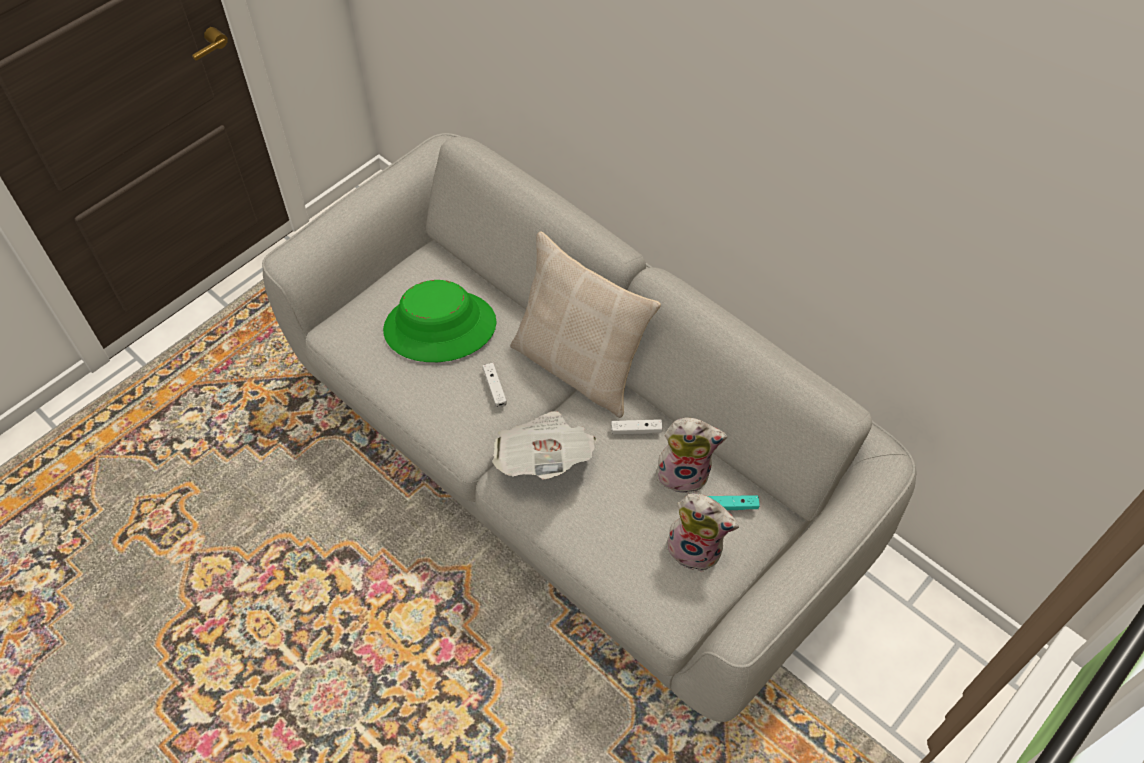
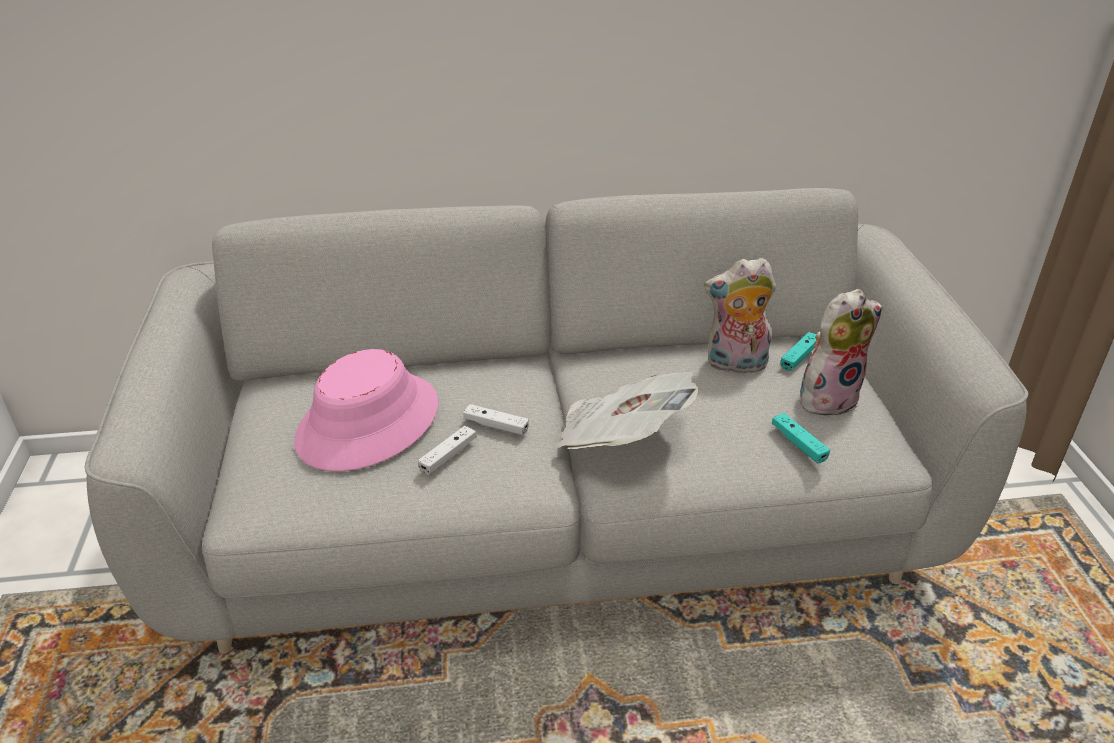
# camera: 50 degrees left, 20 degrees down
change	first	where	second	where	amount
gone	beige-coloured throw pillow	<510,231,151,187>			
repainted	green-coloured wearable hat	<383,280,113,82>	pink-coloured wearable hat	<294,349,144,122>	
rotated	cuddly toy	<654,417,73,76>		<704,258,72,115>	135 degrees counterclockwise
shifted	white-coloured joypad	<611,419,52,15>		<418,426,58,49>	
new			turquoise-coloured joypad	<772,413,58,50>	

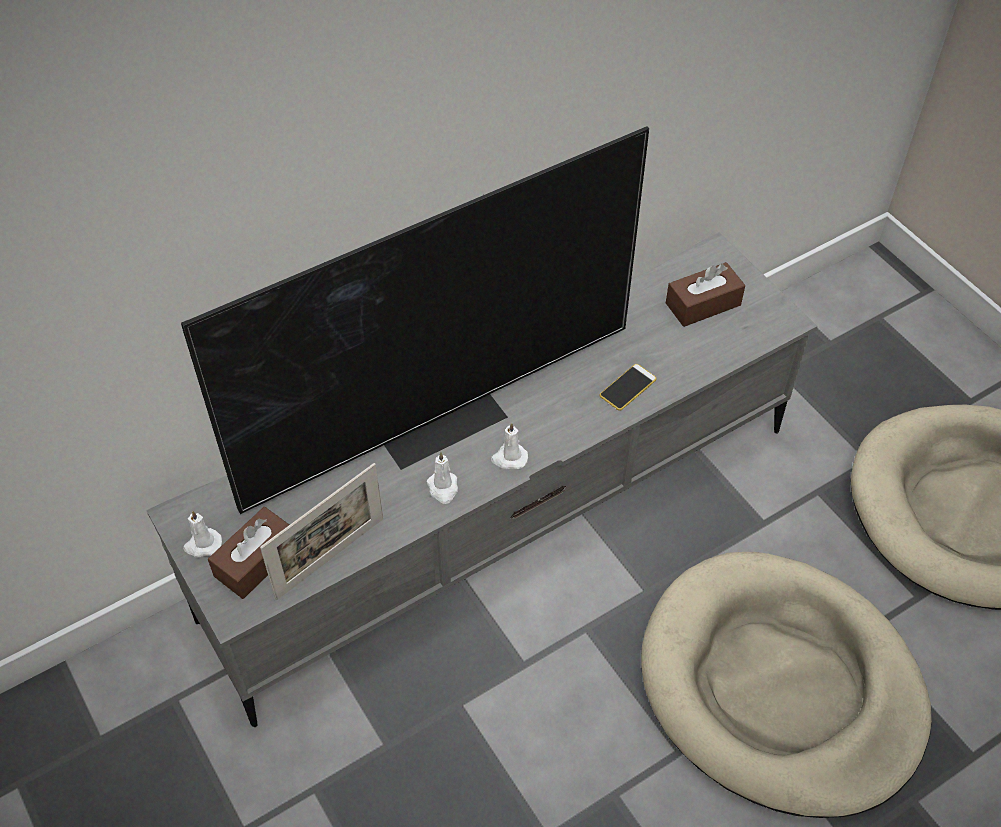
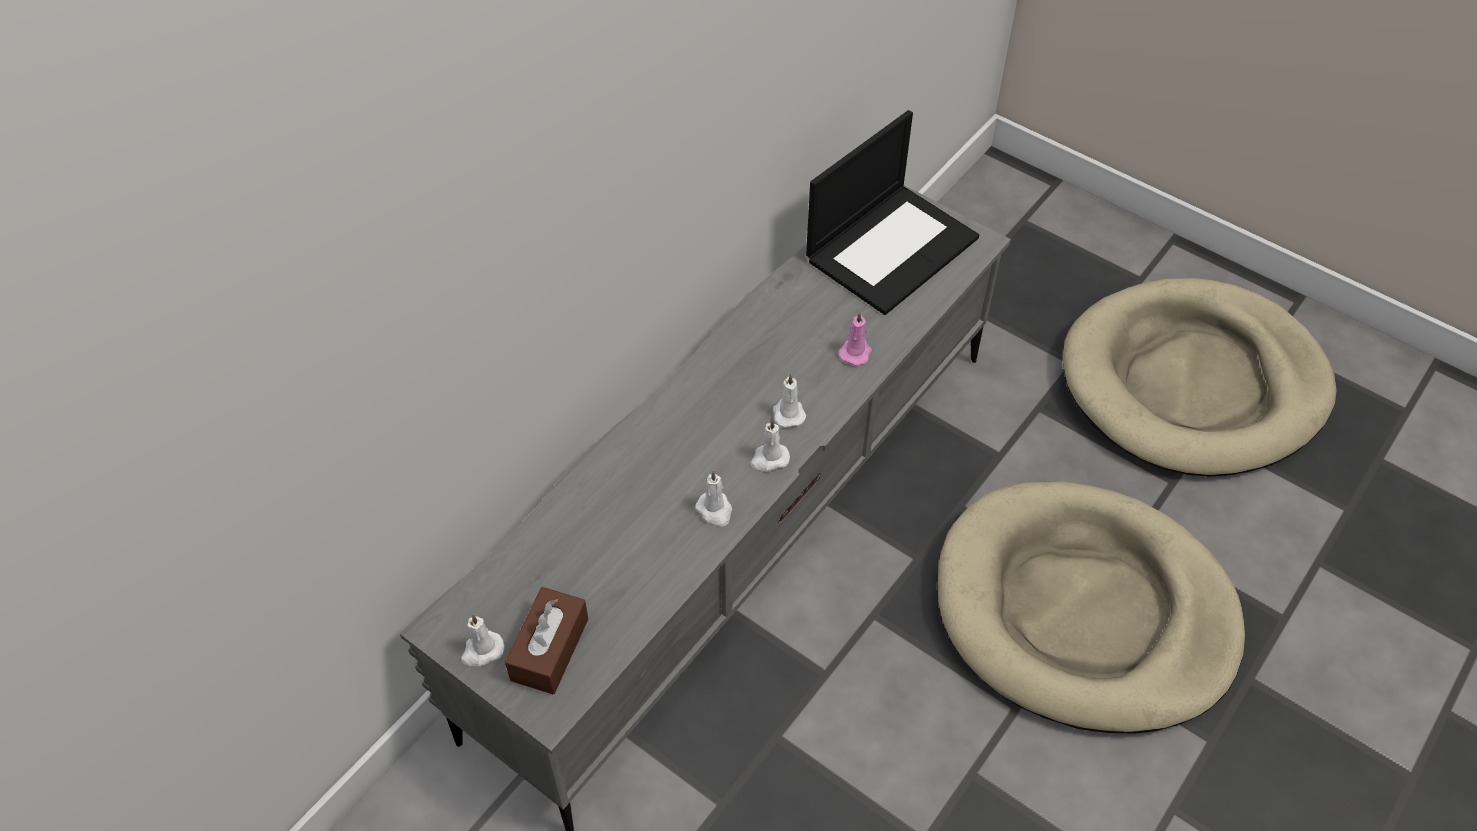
# camera: 20 degrees left, 0 degrees up
change	first	where	second	where	amount
gone	TV	<181,126,468,388>			
swapped	brownish tissue holder	<666,262,79,65>	portable computer	<806,110,173,205>	
swapped	handset	<600,364,57,47>	pink-coloured wax candle	<838,312,34,54>	
gone	standing frame	<260,463,123,137>			
new			white-coloured wax candle	<773,374,34,54>	

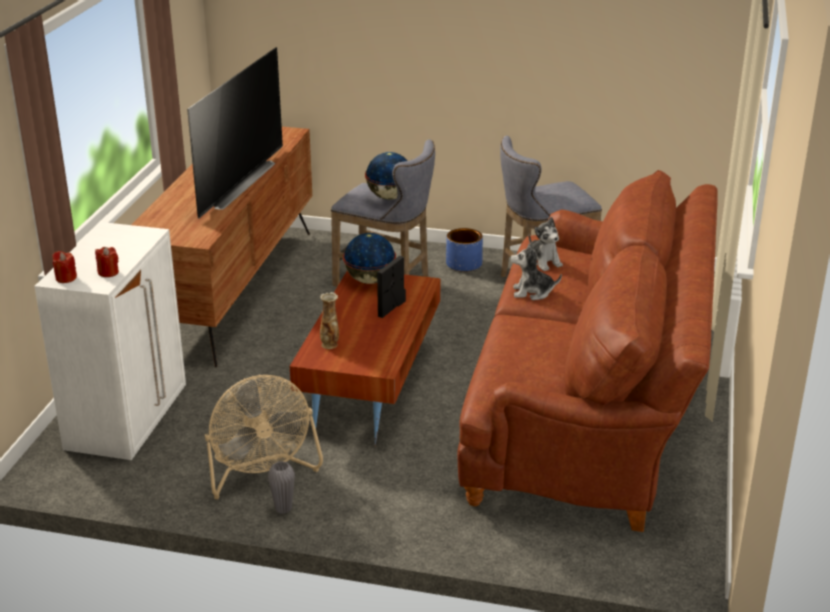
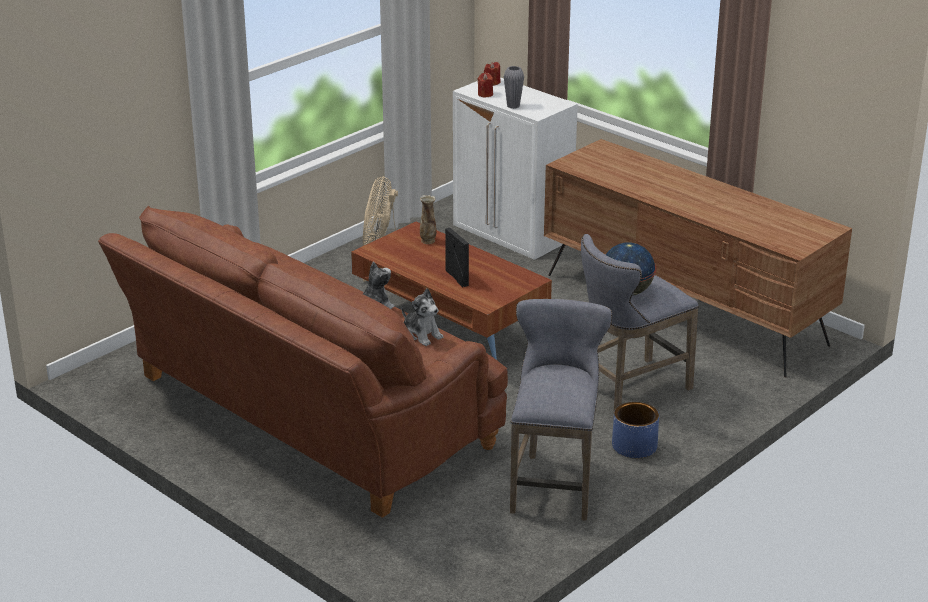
# camera: 120 degrees right, 0 degrees up
change	first	where	second	where	amount
gone	TV	<187,47,96,172>			
rotated	cuddly toy	<529,217,34,54>		<402,288,41,58>	135 degrees counterclockwise
gone	desk globe	<343,233,53,51>			
shifted	grey decorative vase	<268,461,27,53>		<504,66,20,43>	

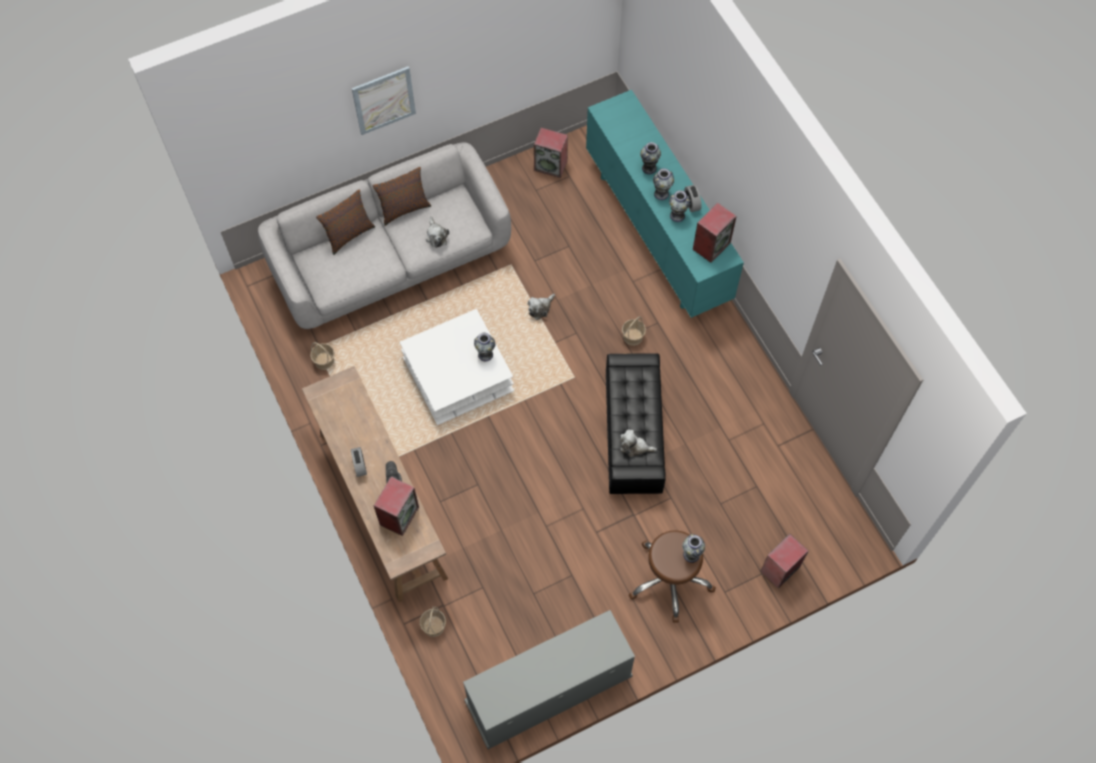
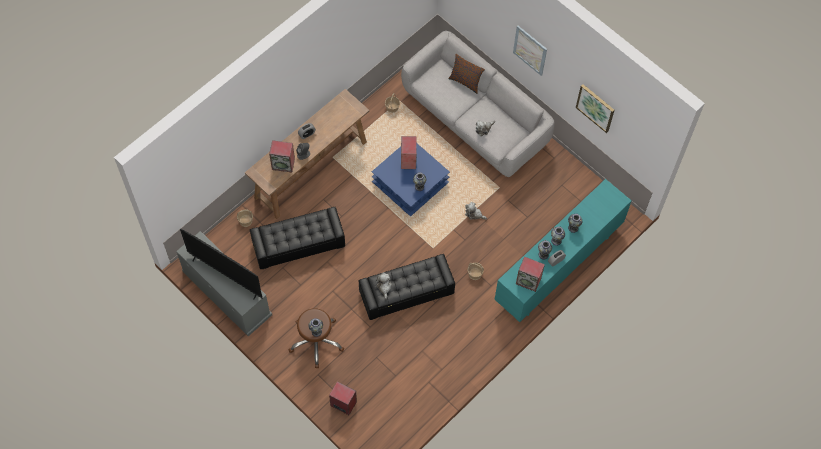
# camera: 70 degrees right, 0 degrees up
change	first	where	second	where	amount
shifted	loudspeaker	<534,128,34,50>		<401,136,16,33>	
gone	brownish throw pillow	<373,167,58,59>			
repainted	white-coloured lounge table	<399,309,115,116>	blue lounge table	<372,144,78,73>	
new			wall art	<576,84,39,49>	
new			blackish footrest	<250,207,95,62>	
new			TV	<180,229,83,71>	

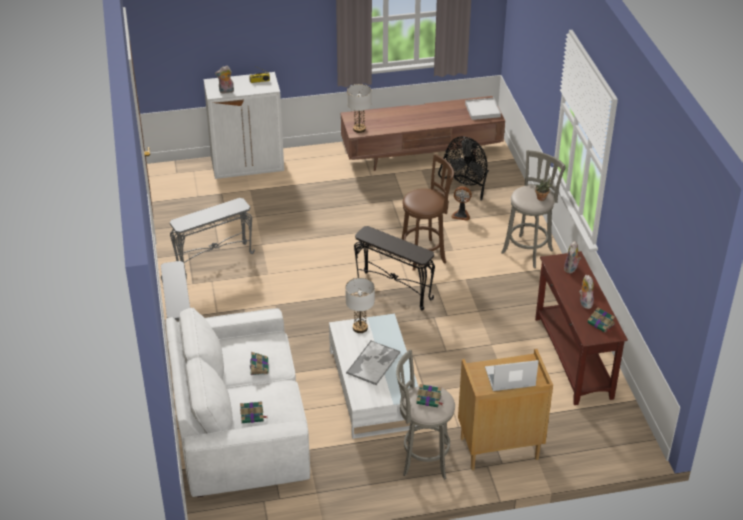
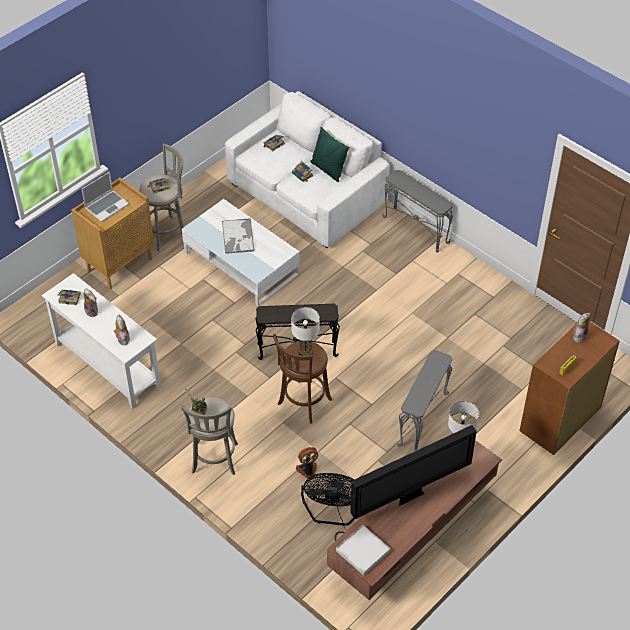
# camera: 145 degrees right, 10 degrees up
change	first	where	second	where	amount
repainted	white-coloured cupboard	<204,72,80,107>	brownish cupboard	<519,322,101,133>	
shifted	grey accent table	<170,198,85,75>		<397,350,55,101>	
repainted	brownish console table	<535,251,93,154>	white-coloured console table	<42,273,119,136>	
shifted	tabletop lamp	<345,278,30,55>		<291,307,29,49>	
new			green-coloured throw pillow	<310,127,39,55>	
new			TV	<350,425,127,94>	

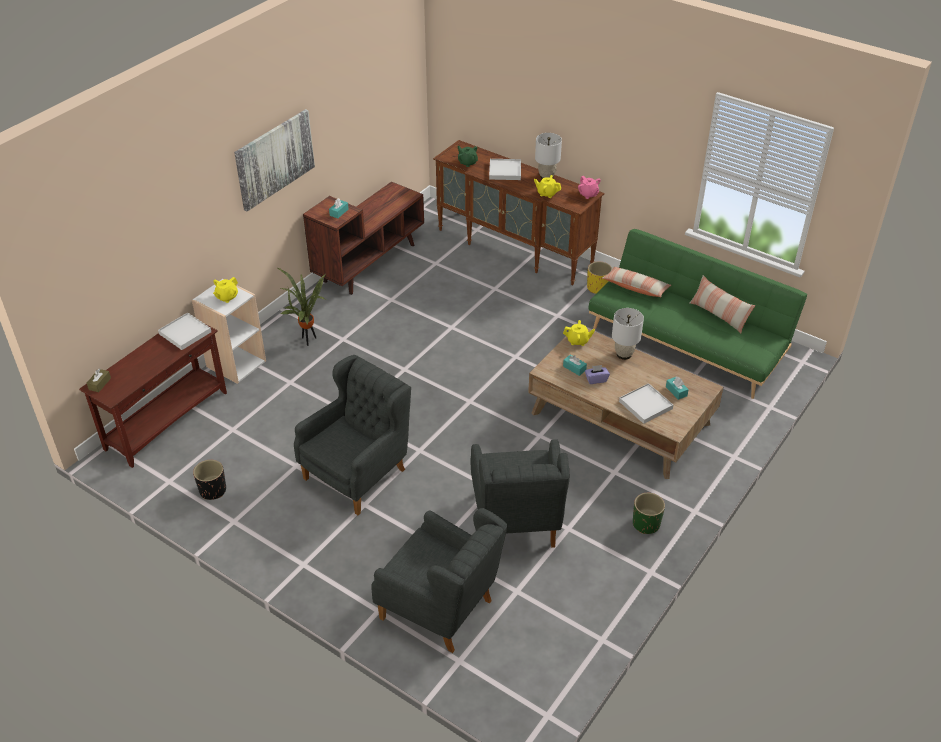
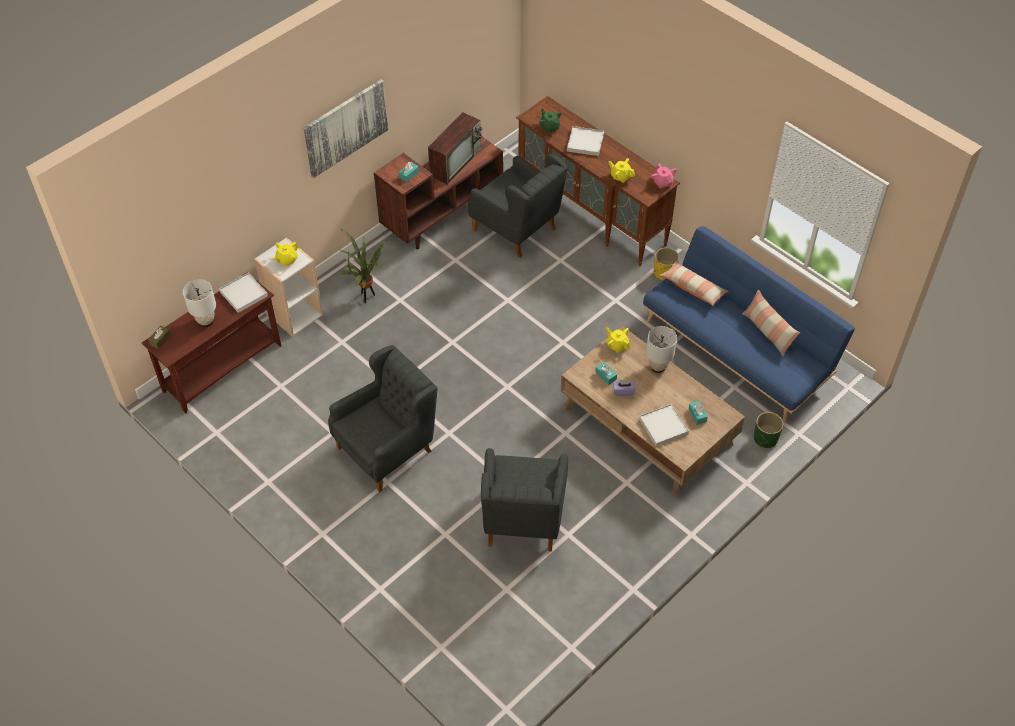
# camera: 10 degrees right, 10 degrees up
change	first	where	second	where	amount
shifted	white-coloured tabletop lamp	<535,133,27,46>		<183,279,33,48>	
repainted	green-coloured couch	<589,229,218,170>	blue couch	<643,226,212,196>	
rotated	yellow-coloured teapot	<563,320,32,26>		<606,327,24,26>	150 degrees counterclockwise
gone	blackish flower pot	<193,460,33,40>			
shifted	green-coloured flower pot	<633,493,32,41>		<754,412,29,36>	
shifted	grey lounge chair	<371,508,136,145>		<468,153,100,105>	
new			TV	<428,112,55,73>	

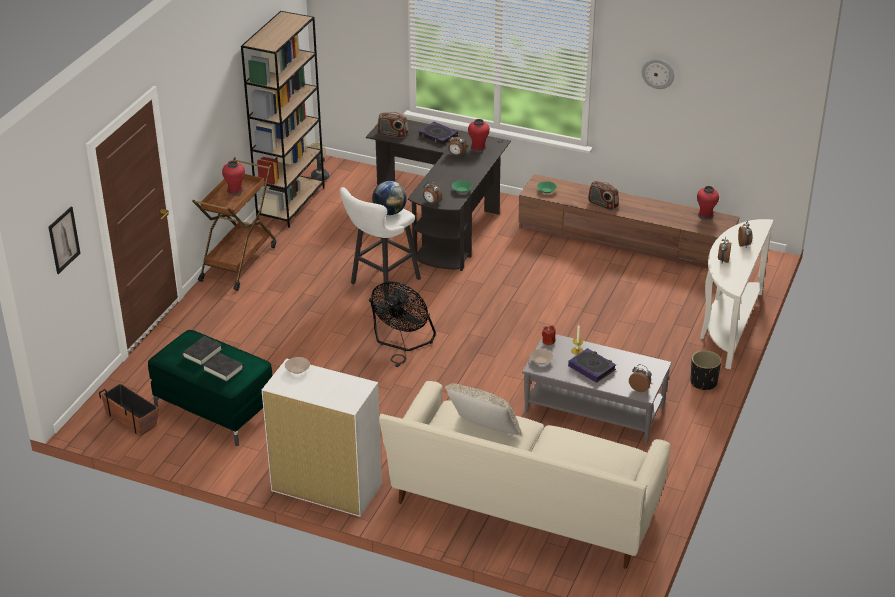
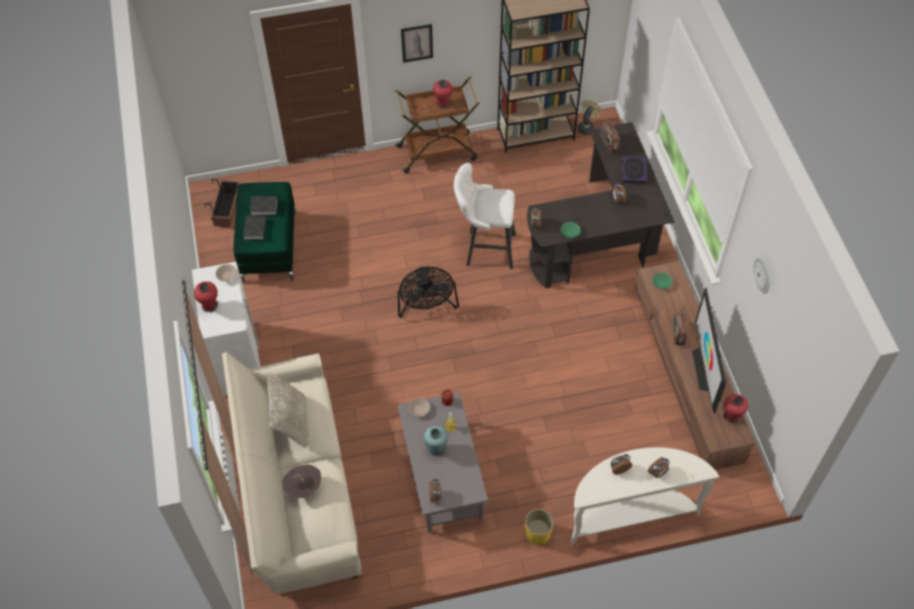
# camera: 55 degrees right, 20 degrees up
change	first	where	second	where	amount
shifted	reddish decorative vase	<468,119,22,34>		<194,281,24,31>	
gone	desk globe	<372,181,35,34>			
shifted	wall art	<49,207,31,67>		<401,24,32,39>	
rotated	blackish cooling fan	<369,282,67,85>		<397,266,62,52>	90 degrees clockwise
swapped	volume	<568,348,48,35>	turquoise-coloured decorative vase	<424,426,24,30>	
repainted	blackish flower pot	<690,350,31,41>	yellow-coloured flower pot	<525,509,29,36>	
new			TV	<692,287,34,126>	
new			brownish wearable hat	<282,464,39,34>	

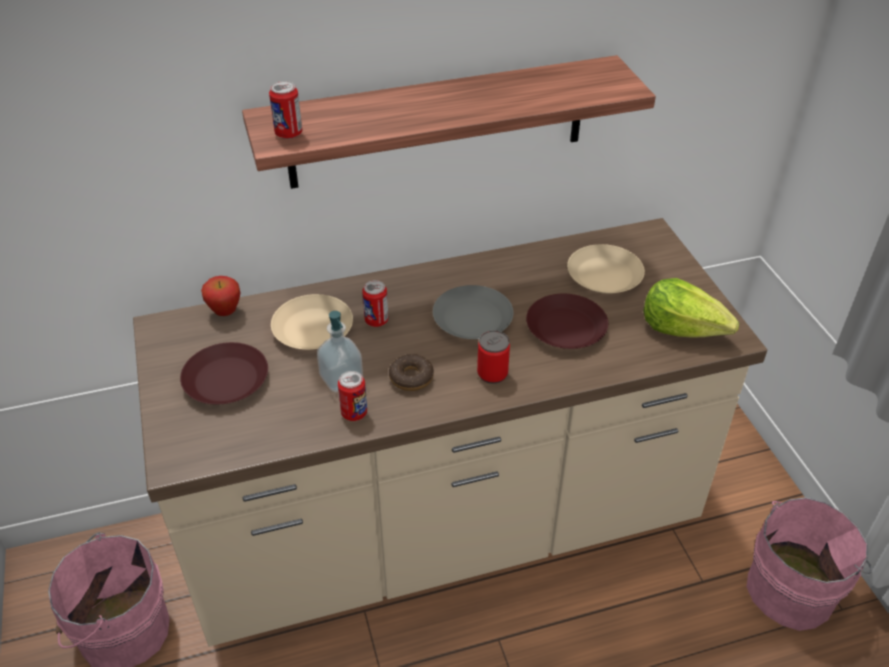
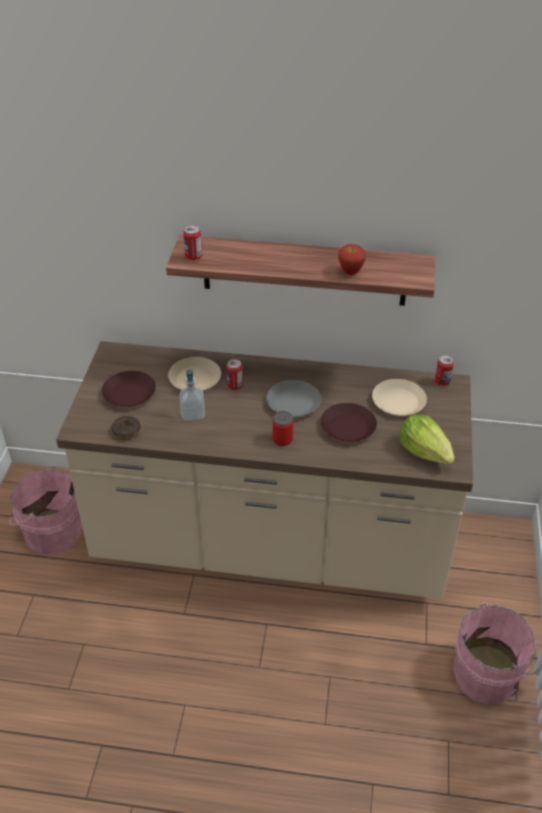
# camera: 25 degrees right, 0 degrees up
change	first	where	second	where	amount
shifted	apple fruit	<201,276,40,40>		<338,244,28,31>	
shifted	donut	<389,354,45,37>		<111,416,30,24>	
shifted	can	<338,371,29,50>		<435,356,19,30>	

